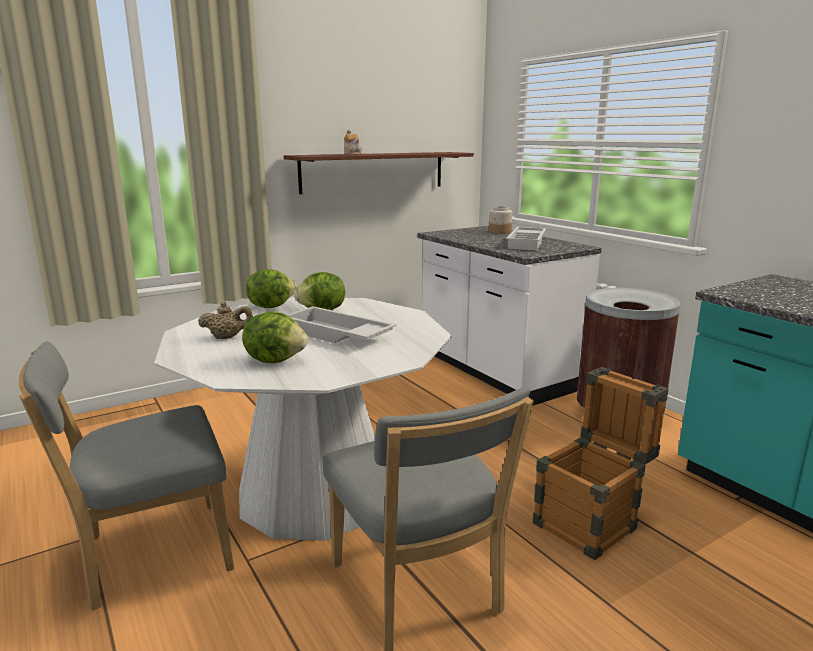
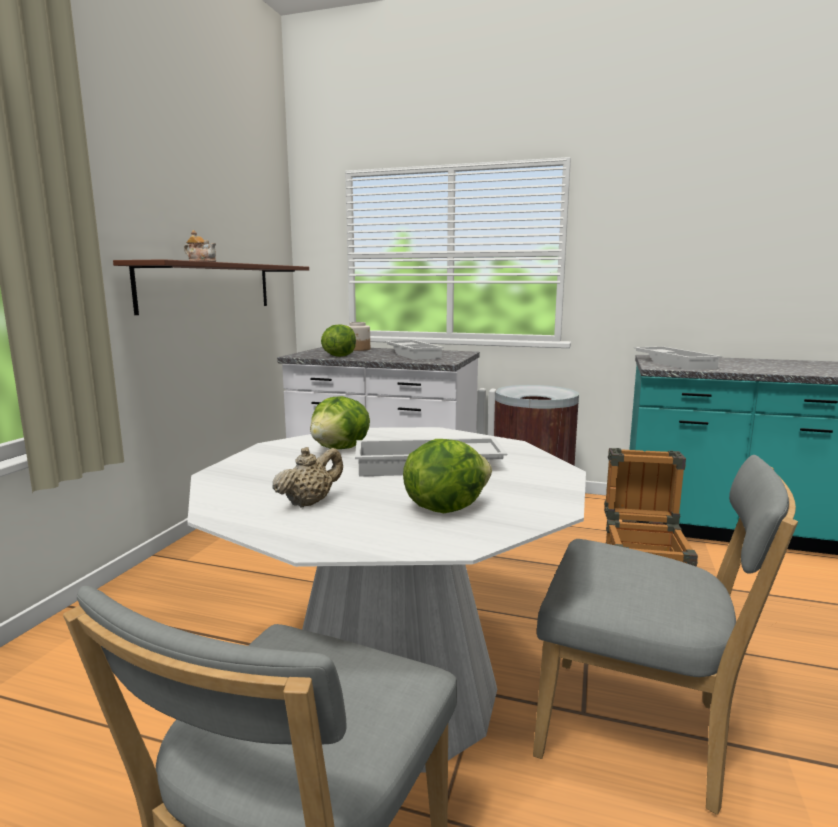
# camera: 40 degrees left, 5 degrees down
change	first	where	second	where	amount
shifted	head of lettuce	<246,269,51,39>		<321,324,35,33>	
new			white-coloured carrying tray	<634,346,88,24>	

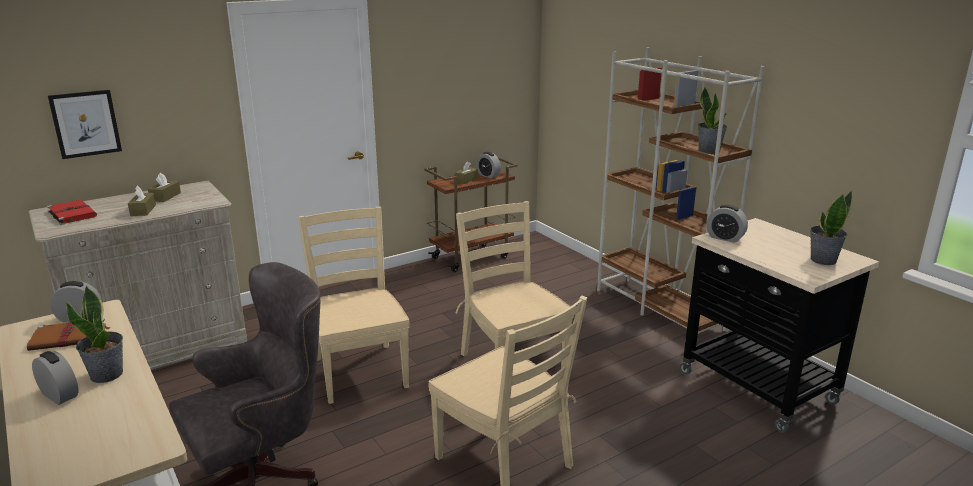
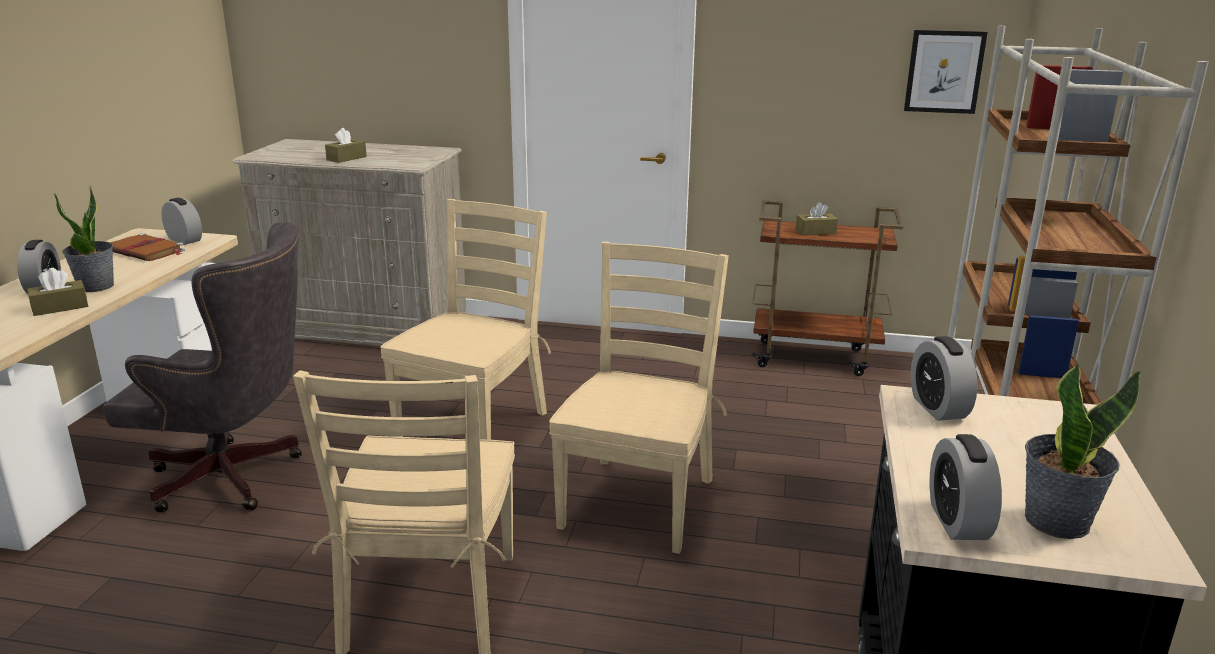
# camera: 45 degrees right, 0 degrees up
change	first	where	second	where	amount
gone	potted plant	<698,87,30,67>			
shifted	wall art	<48,90,74,69>		<904,30,84,84>	
shifted	table clock	<476,152,25,26>		<930,434,72,106>	
shifted	brownish tissue holder	<148,173,33,29>		<27,268,61,48>	
gone	reddish volume	<47,200,50,25>			

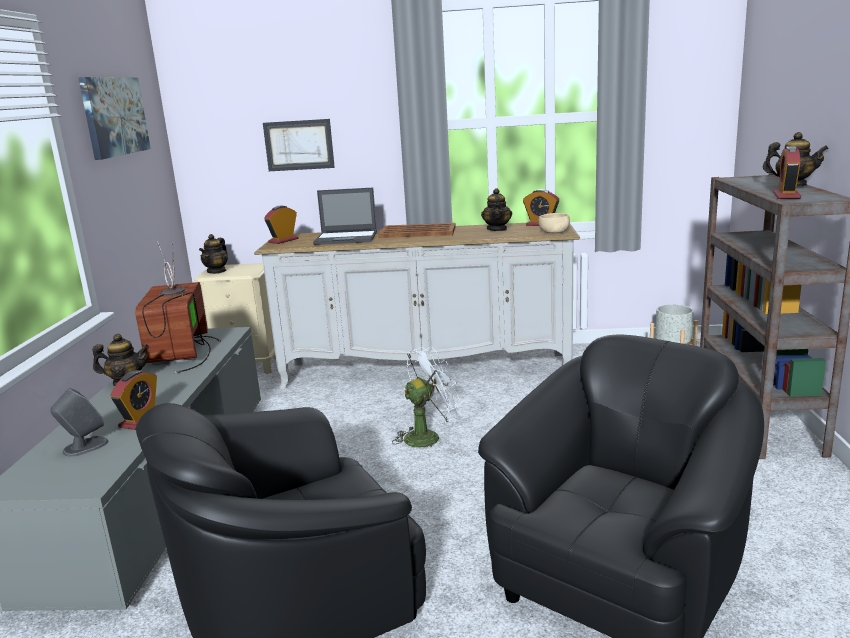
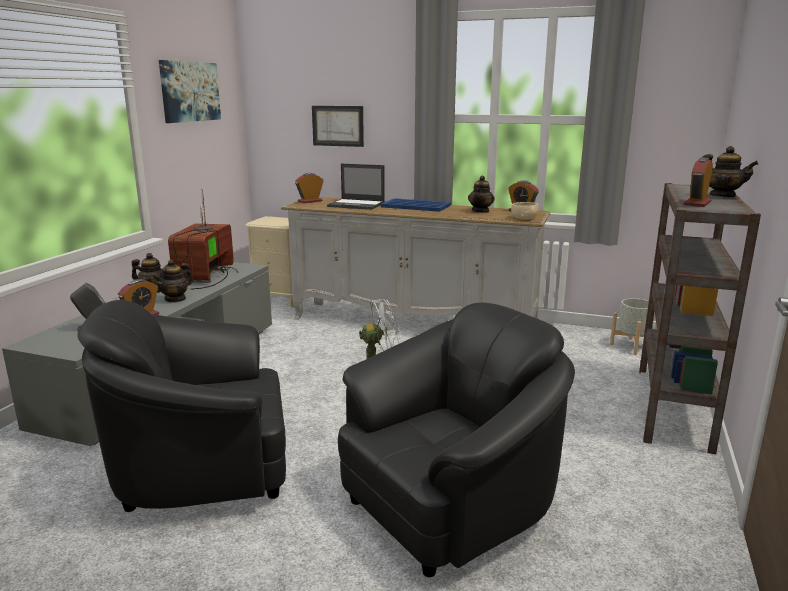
# camera: 15 degrees right, 0 degrees up
change	first	where	second	where	amount
repainted	brownish carrying tray	<378,223,78,15>	blue carrying tray	<381,198,70,14>	
shifted	teapot	<199,234,29,40>		<152,260,41,43>	

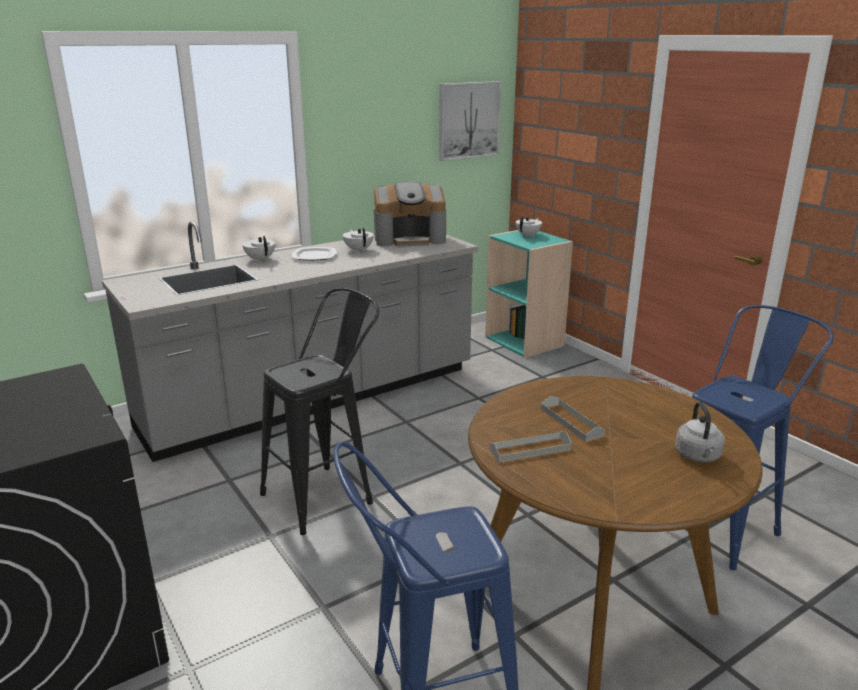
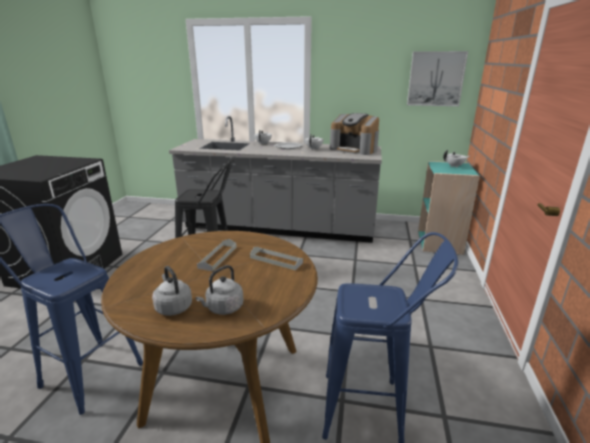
# camera: 45 degrees right, 0 degrees up
change	first	where	second	where	amount
shifted	grey carrying tray	<489,431,83,31>		<250,247,53,23>	
new			grey water kettle	<152,266,40,50>	

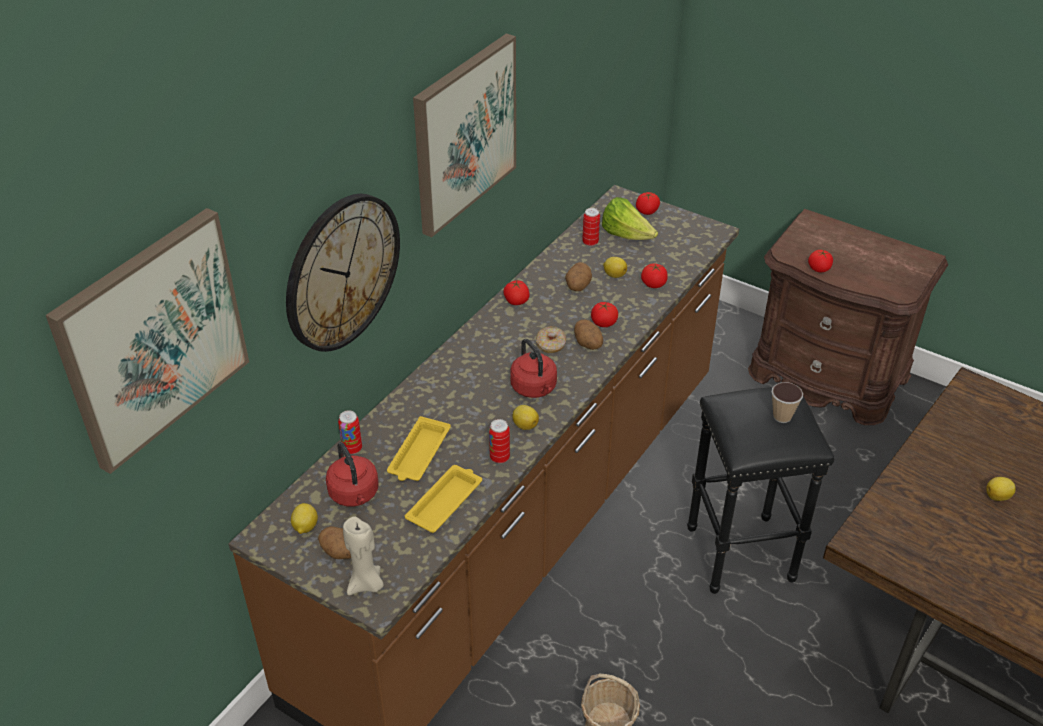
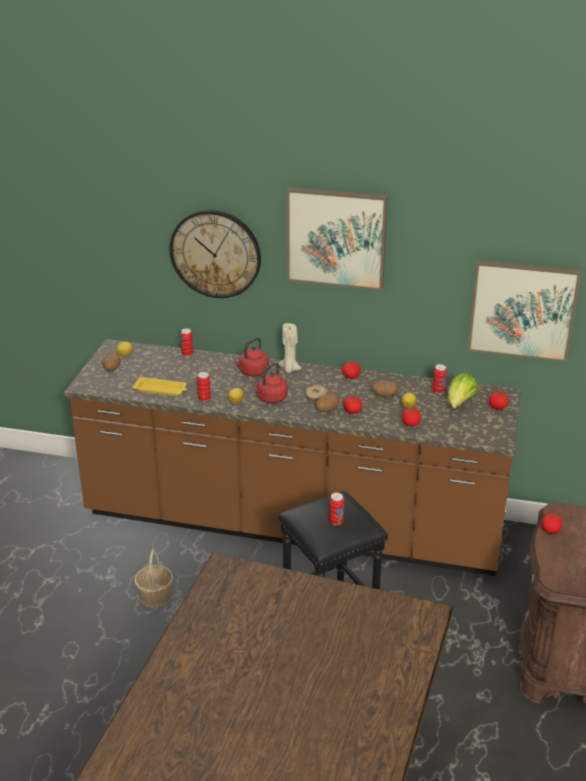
# camera: 70 degrees right, 10 degrees down
change	first	where	second	where	amount
shifted	wall art	<46,208,203,266>		<467,260,114,102>	
swapped	small cup	<772,382,31,41>	can	<329,493,15,32>	
gone	yellow-coloured carrying tray	<387,416,64,65>			
shifted	reddish water kettle	<326,442,53,65>		<235,337,34,39>	
gone	citrus fruit	<986,477,29,24>			
shifted	beige-coloured wax candle	<343,516,41,79>		<279,323,23,50>	

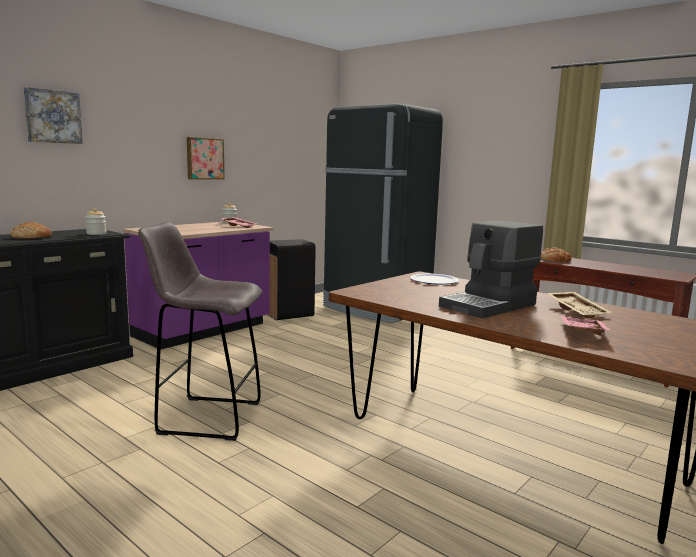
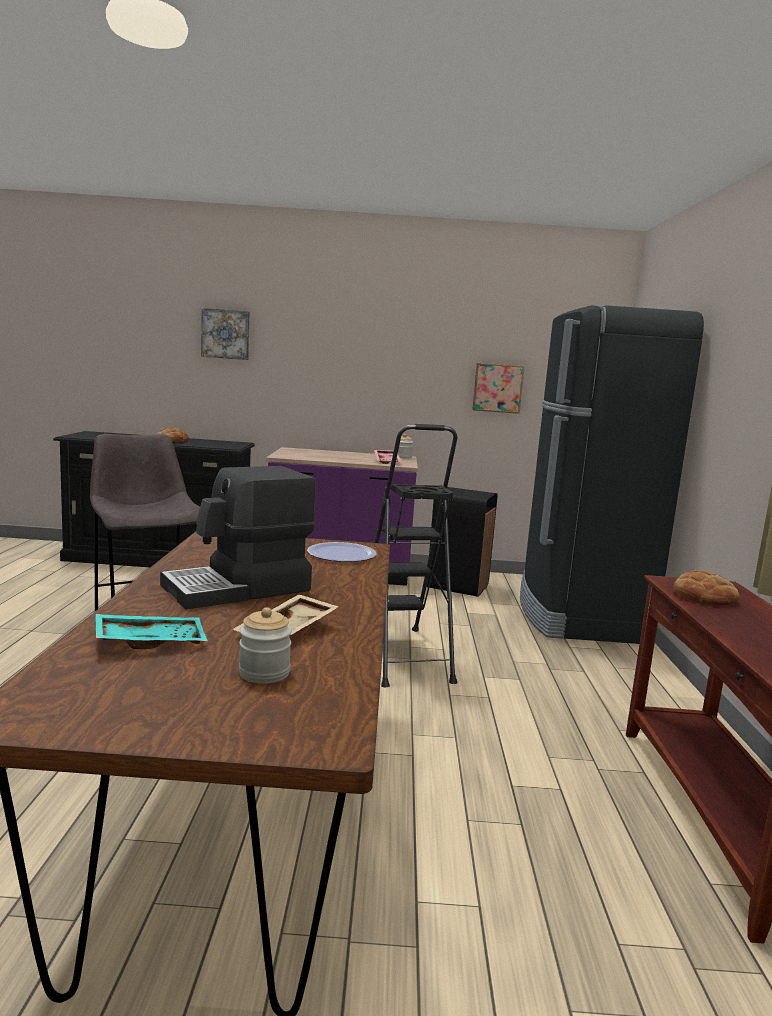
# camera: 50 degrees right, 0 degrees up
change	first	where	second	where	amount
shifted	wall art	<187,137,38,42>		<472,363,53,51>	
shifted	preserve jar	<85,208,22,27>		<239,607,53,77>	
rotated	coffee brewer	<439,220,104,99>		<160,466,156,144>	45 degrees counterclockwise
repainted	pink-coloured carrying tray	<561,316,49,19>	turquoise-coloured carrying tray	<95,614,113,35>	
new			step ladder	<375,424,82,263>	

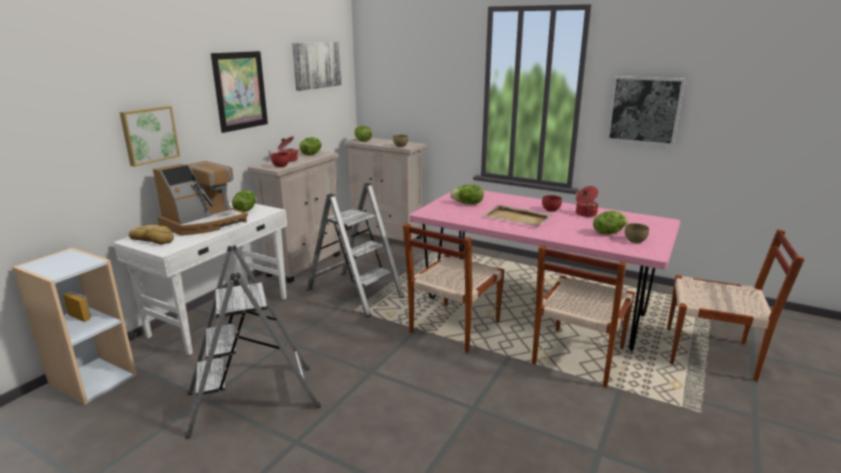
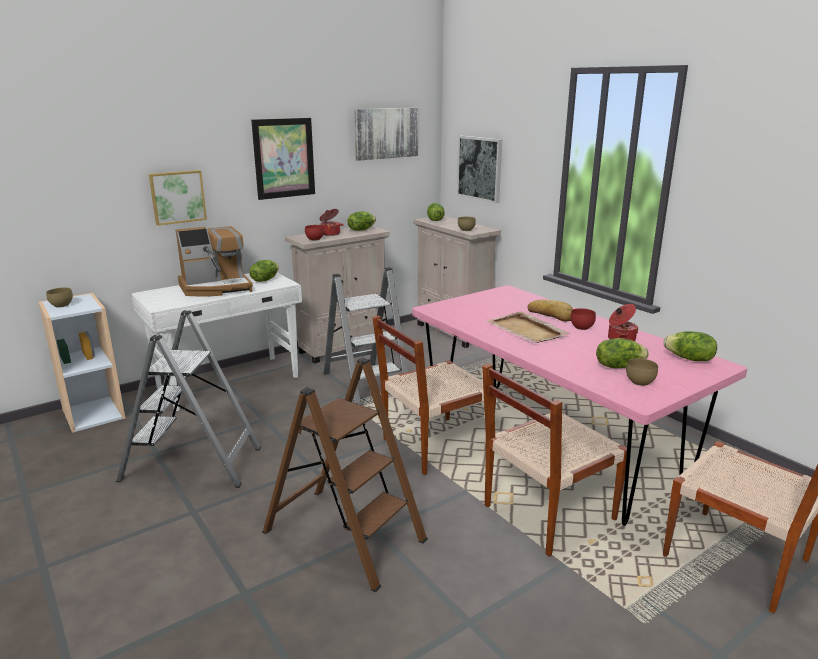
# camera: 25 degrees right, 0 degrees up
change	first	where	second	where	amount
shifted	wall art	<607,76,78,70>		<457,136,46,67>	
shifted	head of lettuce	<450,185,34,19>		<663,331,54,30>	
shifted	baked bread	<129,225,45,20>		<528,299,45,23>	
new			brownish deep dish	<46,287,27,20>	
new			brownish step ladder	<262,357,166,235>	

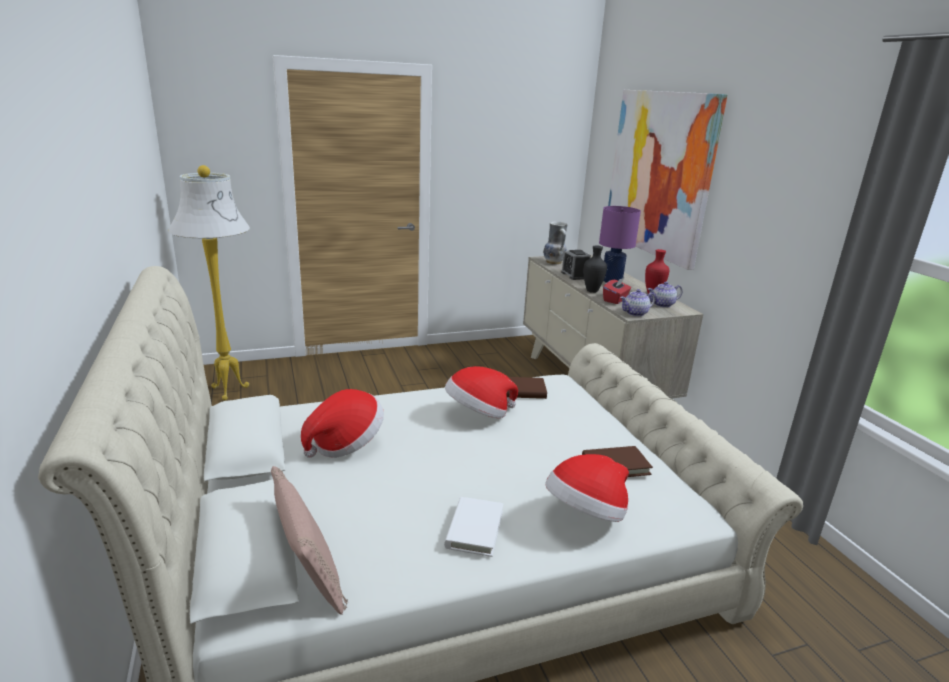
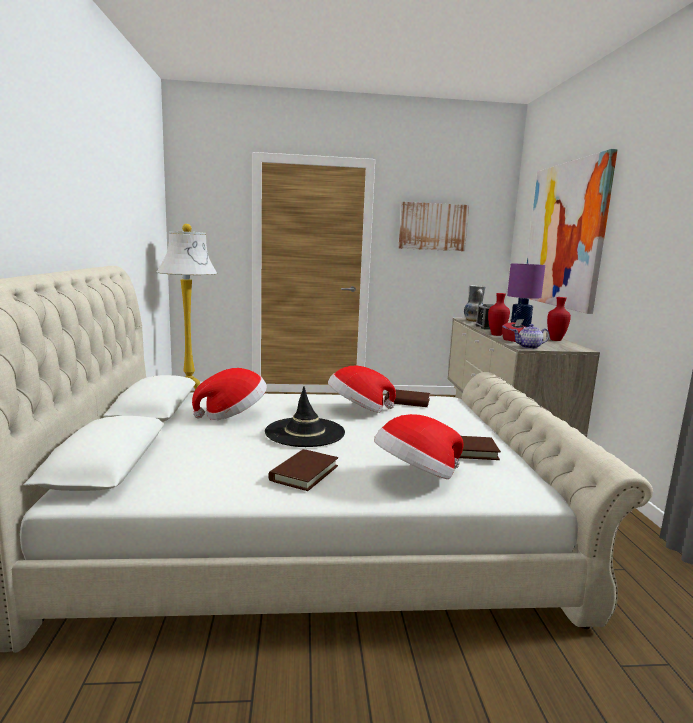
# camera: 15 degrees right, 10 degrees down
change	first	where	second	where	amount
repainted	blackish decorative vase	<584,246,23,47>	reddish decorative vase	<488,293,22,43>	
gone	teapot	<648,282,35,26>			
gone	beige-coloured throw pillow	<271,466,77,149>			
repainted	white-coloured volume	<444,497,60,60>	brownish volume	<268,449,70,42>	
new			wall art	<399,202,70,49>	
new			blackish wearable hat	<265,387,80,60>	

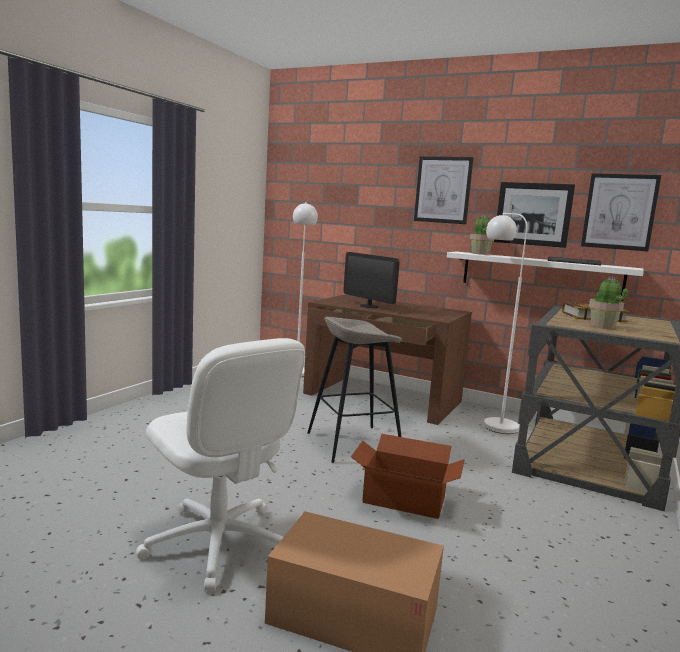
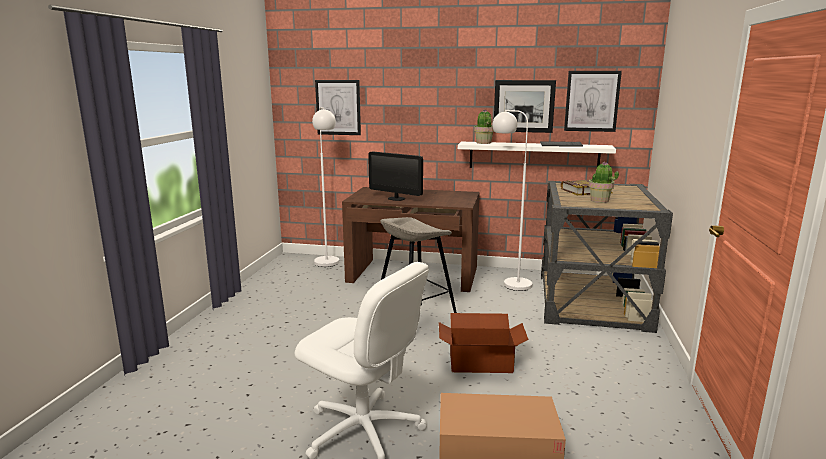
# camera: 15 degrees left, 5 degrees up
change	first	where	second	where	amount
shifted	wall art	<414,156,60,68>		<315,80,46,55>	

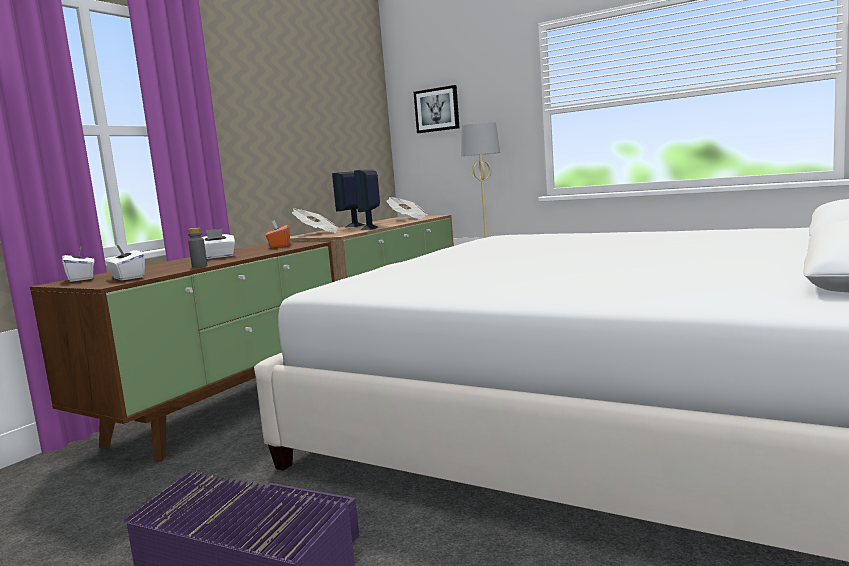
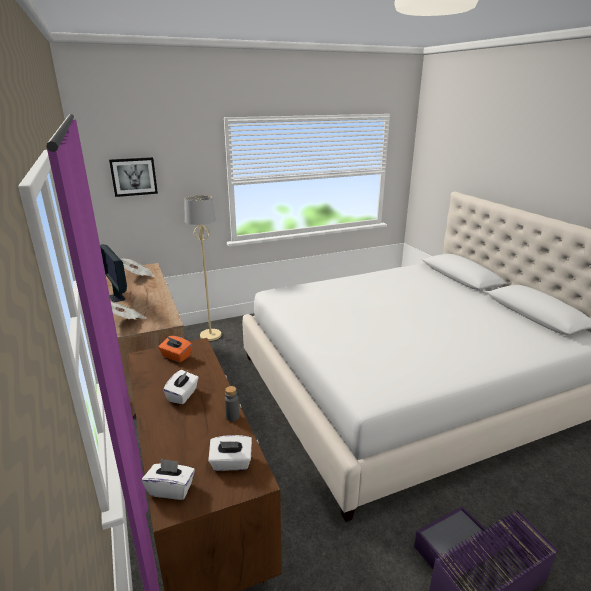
# camera: 55 degrees left, 15 degrees up
change	first	where	second	where	amount
gone	monitor	<354,170,26,60>			

